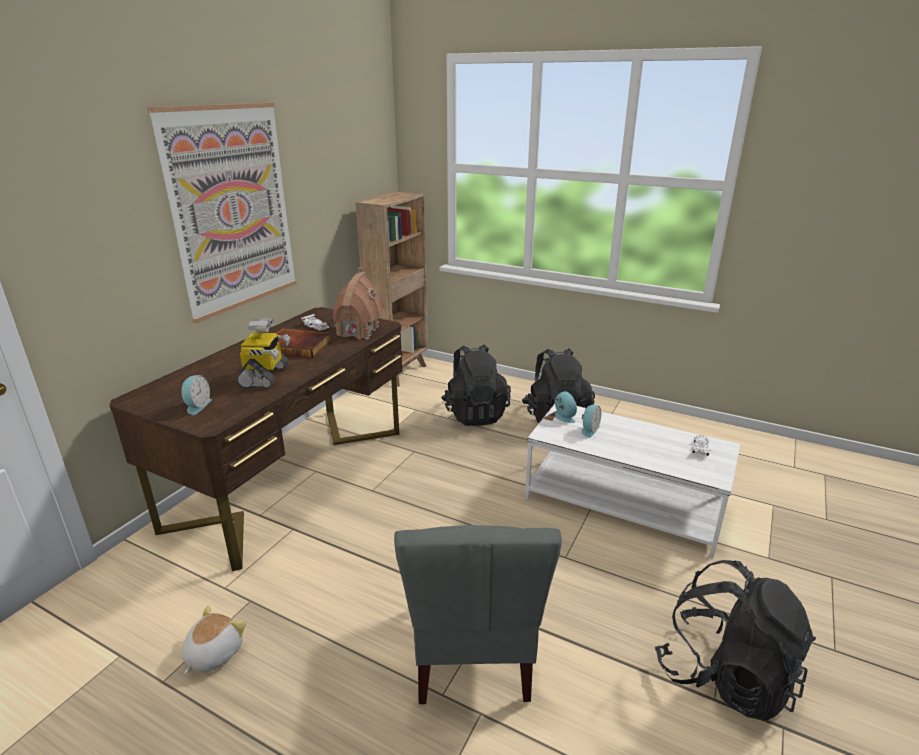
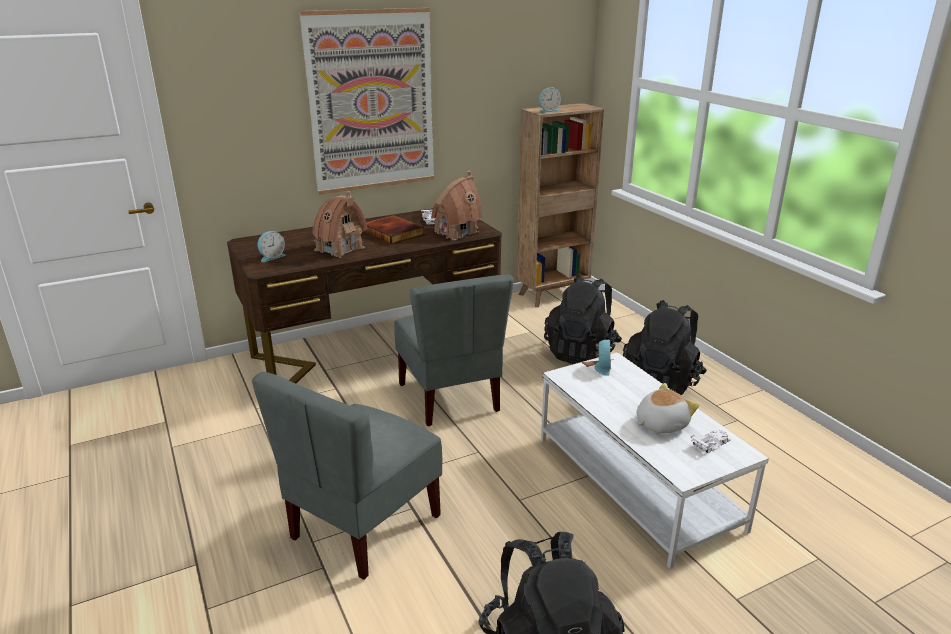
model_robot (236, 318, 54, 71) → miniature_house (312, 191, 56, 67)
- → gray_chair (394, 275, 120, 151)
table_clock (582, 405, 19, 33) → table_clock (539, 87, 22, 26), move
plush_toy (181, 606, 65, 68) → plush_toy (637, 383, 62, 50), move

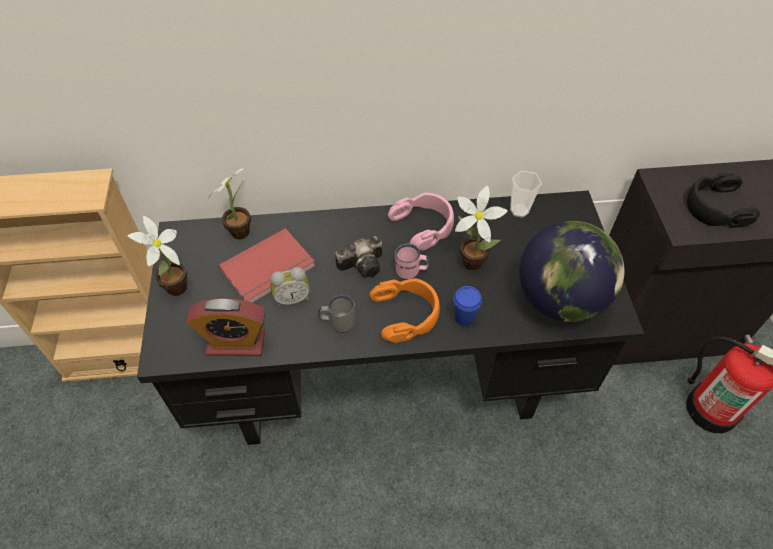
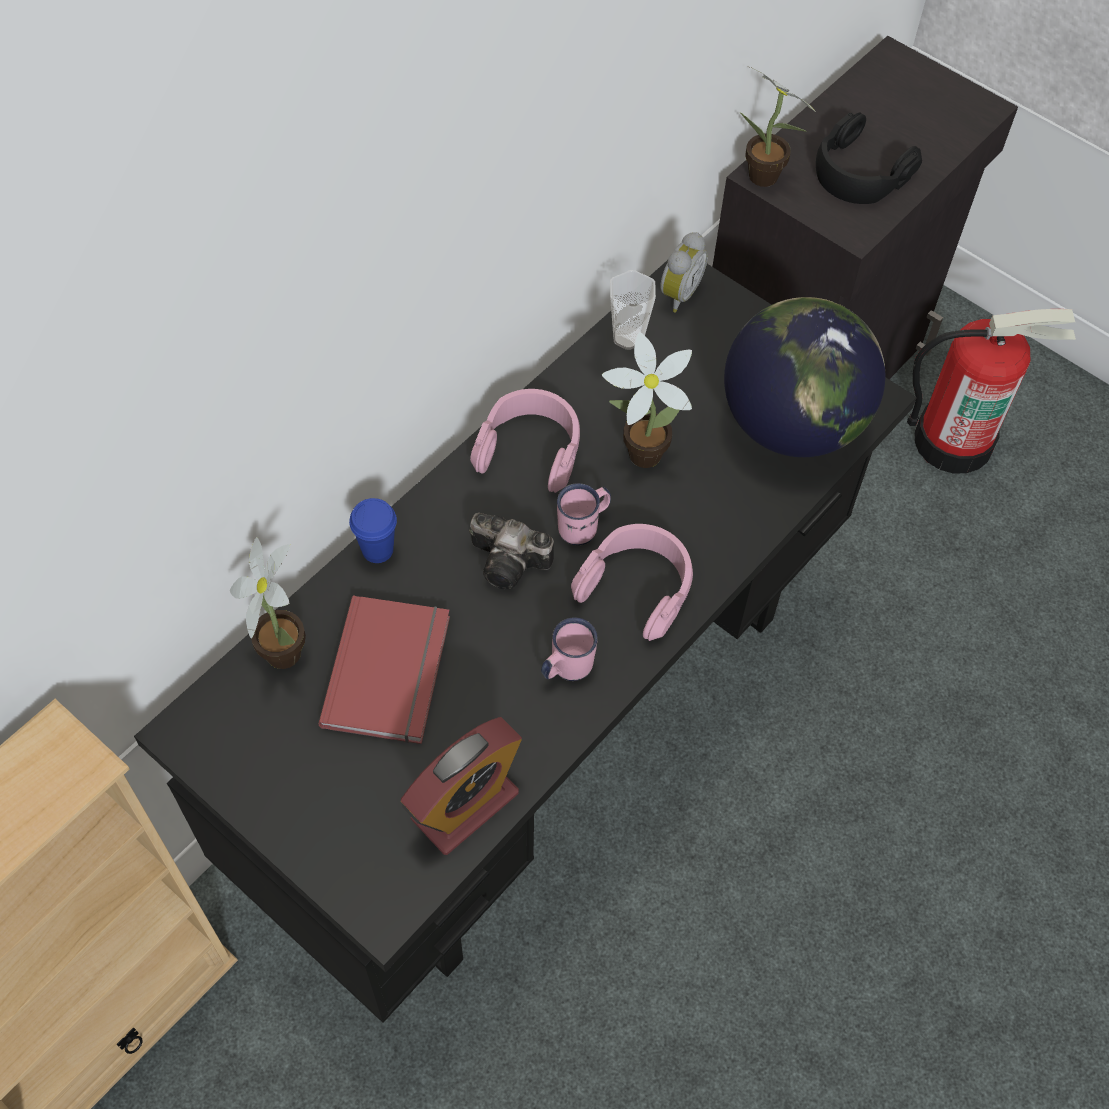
bluish_drinking_cup (453, 286, 29, 40) → bluish_drinking_cup (349, 498, 48, 65), move
still_camera (335, 235, 48, 43) → still_camera (469, 513, 85, 77), 90 degrees clockwise
gray_tea_mug (318, 295, 37, 38) → pinkish_tea_mug (541, 617, 57, 64)
orange_pair_of_headphones (370, 278, 70, 65) → pinkish_pair_of_headphones (571, 524, 122, 117)
table_clock (270, 267, 40, 40) → table_clock (660, 232, 48, 81), move
potted_plant (128, 215, 59, 81) → potted_plant (740, 66, 76, 121), move

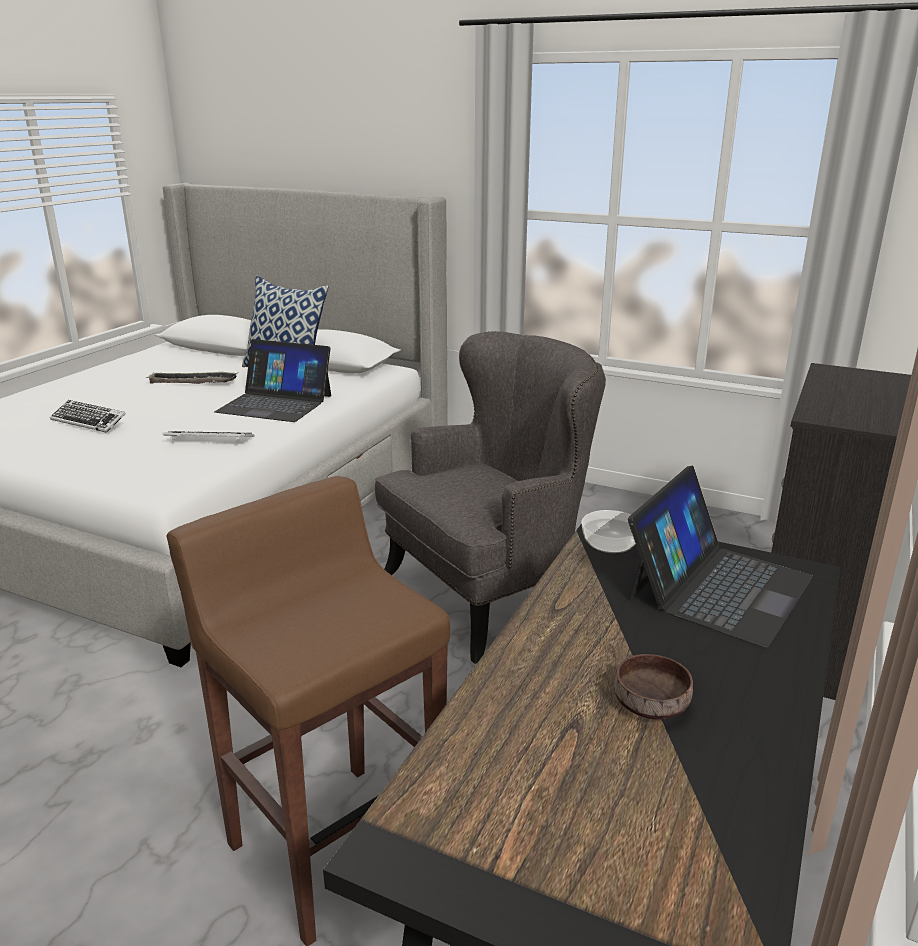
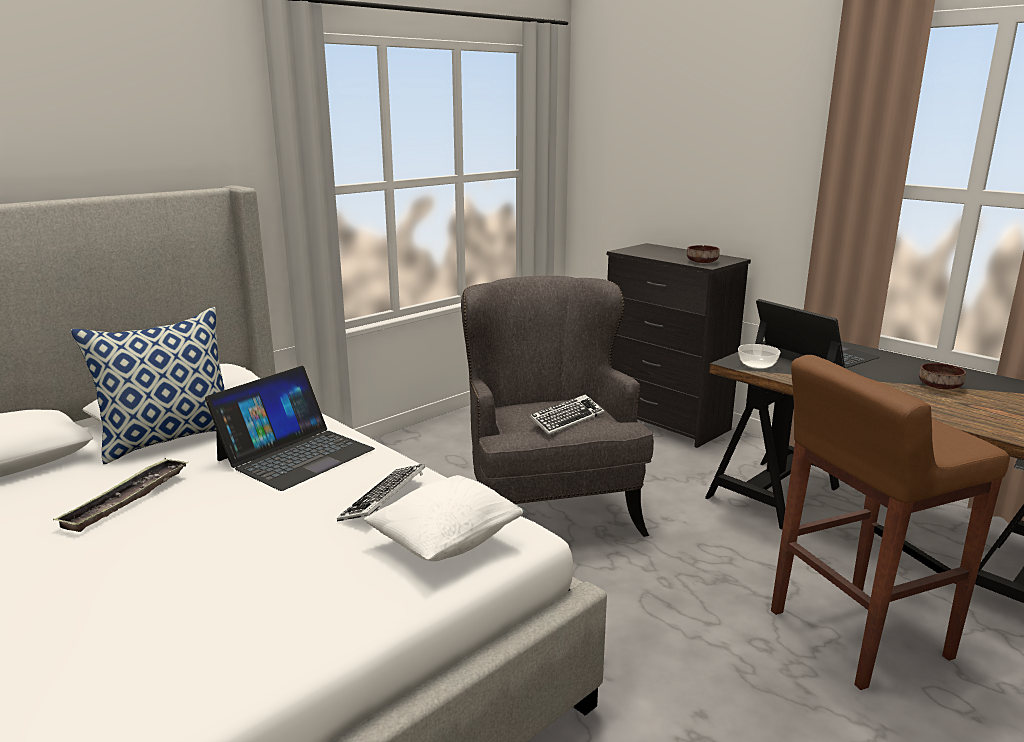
- → white_pillow (364, 475, 160, 86)
keyboard (50, 400, 76, 33) → keyboard (529, 394, 75, 41), move
- → brown-coloured_bowl (687, 245, 33, 18)

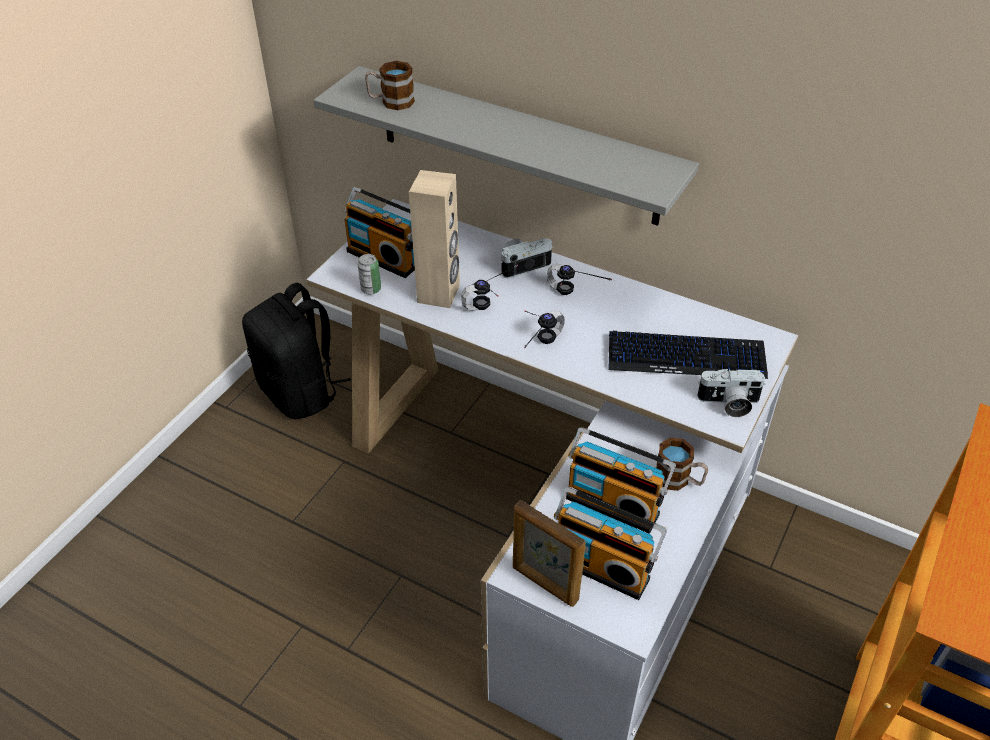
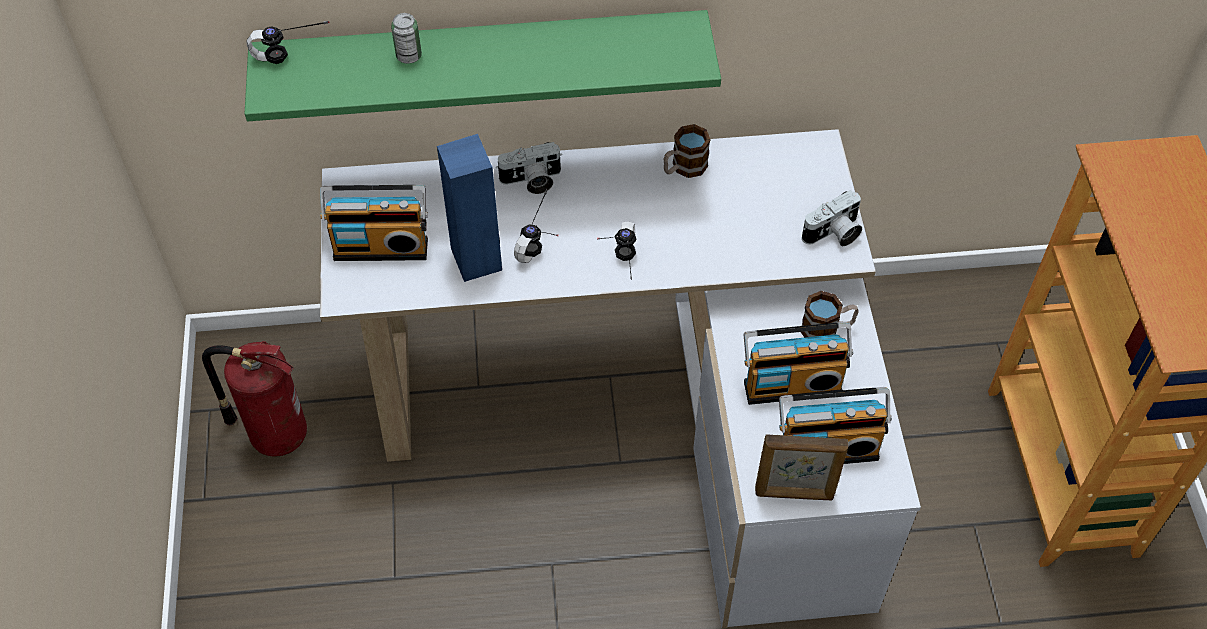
black_rucksack (242, 283, 109, 136) → extinguisher (202, 341, 105, 116)
gray_bracket_shelf (314, 66, 385, 160) → greenish_bracket_shelf (245, 10, 476, 111)
pair_of_headphones (547, 264, 65, 31) → pair_of_headphones (246, 21, 84, 43), move
can (358, 254, 23, 40) → can (391, 13, 31, 51), move
beige_speaker (409, 170, 51, 138) → bluish_speaker (437, 134, 65, 148)
still_camera (500, 238, 53, 40) → still_camera (496, 142, 66, 52), 135 degrees counterclockwise
tea_mug (365, 61, 50, 49) → tea_mug (664, 124, 47, 54), move
keyboard (608, 331, 160, 48) → -

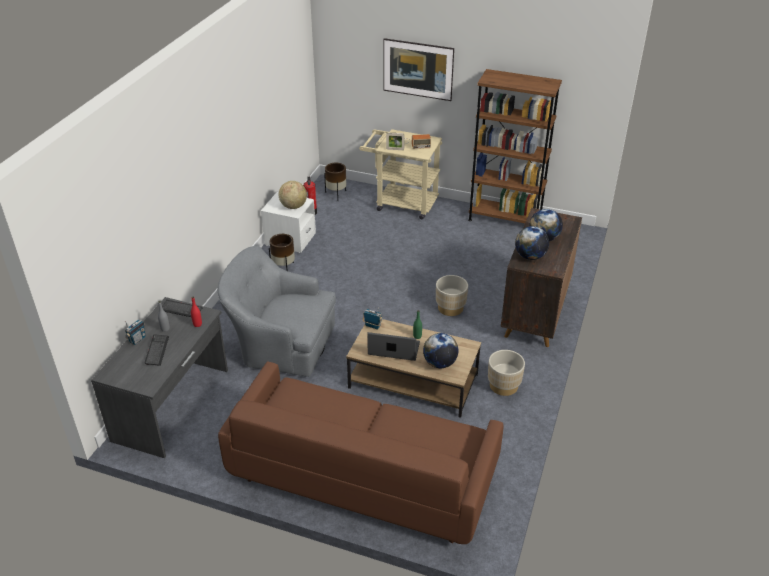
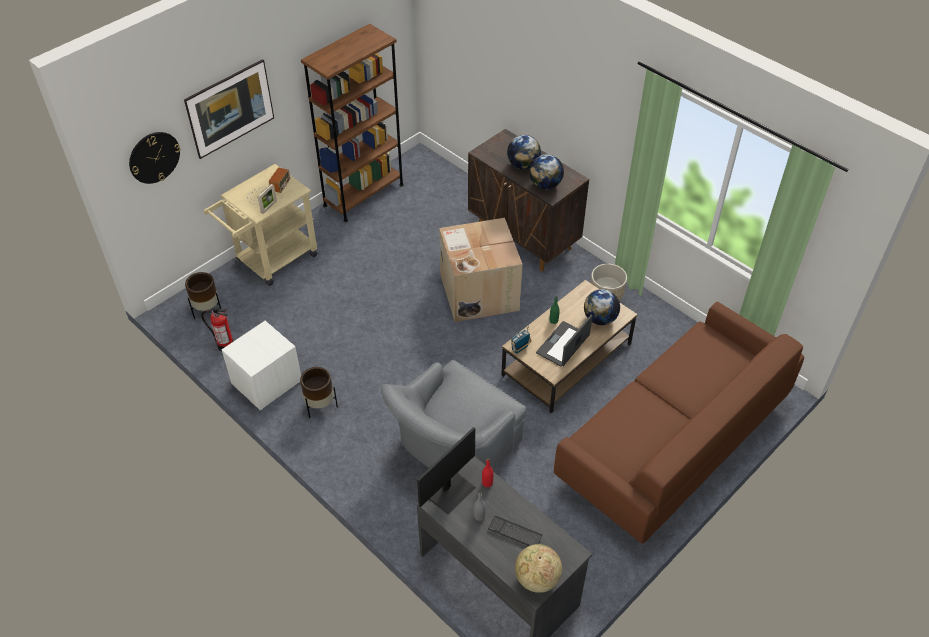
- → hanging_clock (129, 132, 52, 52)
keyboard (162, 300, 41, 17) → computer_screen (417, 427, 59, 88)
beige_planter (436, 275, 32, 41) → packing_box (439, 218, 83, 104)
desk_globe (279, 181, 28, 28) → desk_globe (515, 544, 47, 49), move
radio_receiver (124, 320, 22, 25) → -

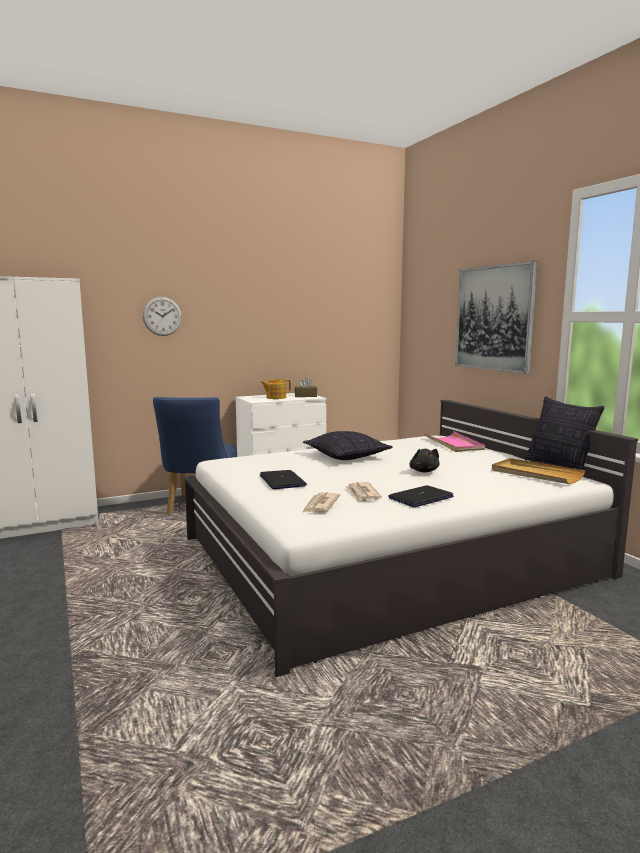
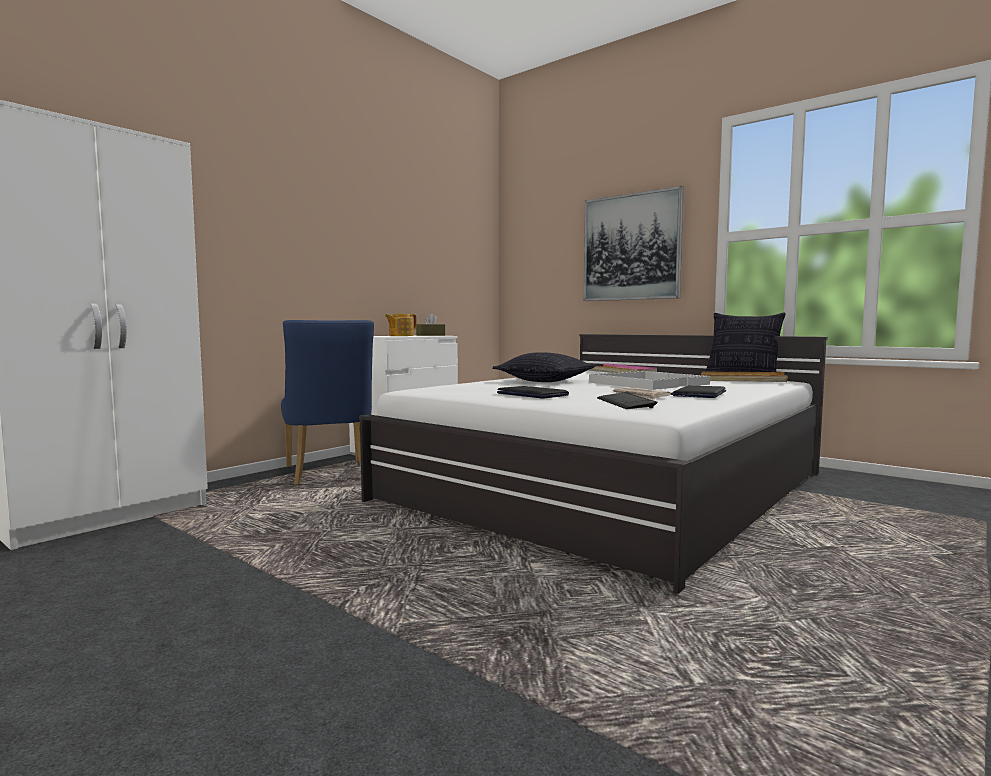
black_plush_toy (409, 449, 30, 23) → white_carrying_tray (589, 371, 121, 19)
daily_paper (303, 493, 37, 20) → keyboard (597, 392, 60, 17)
hanging_clock (143, 297, 39, 39) → -

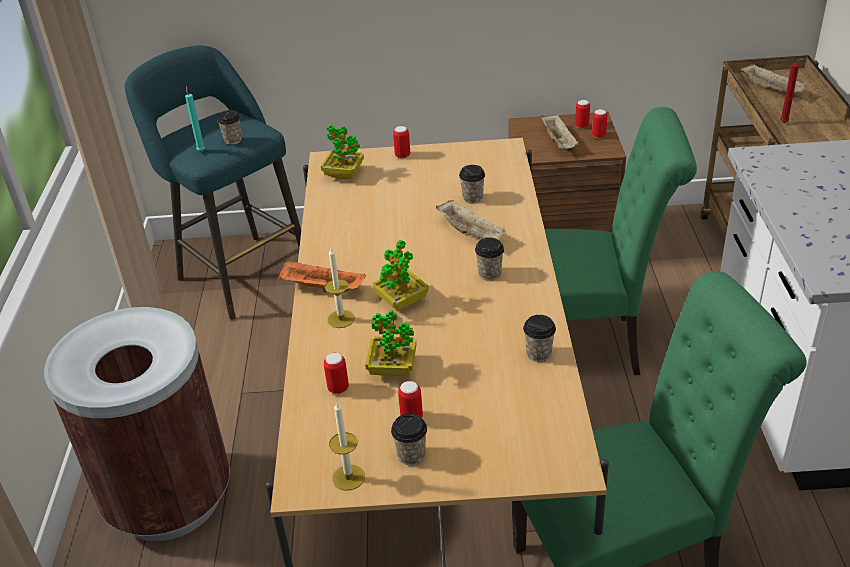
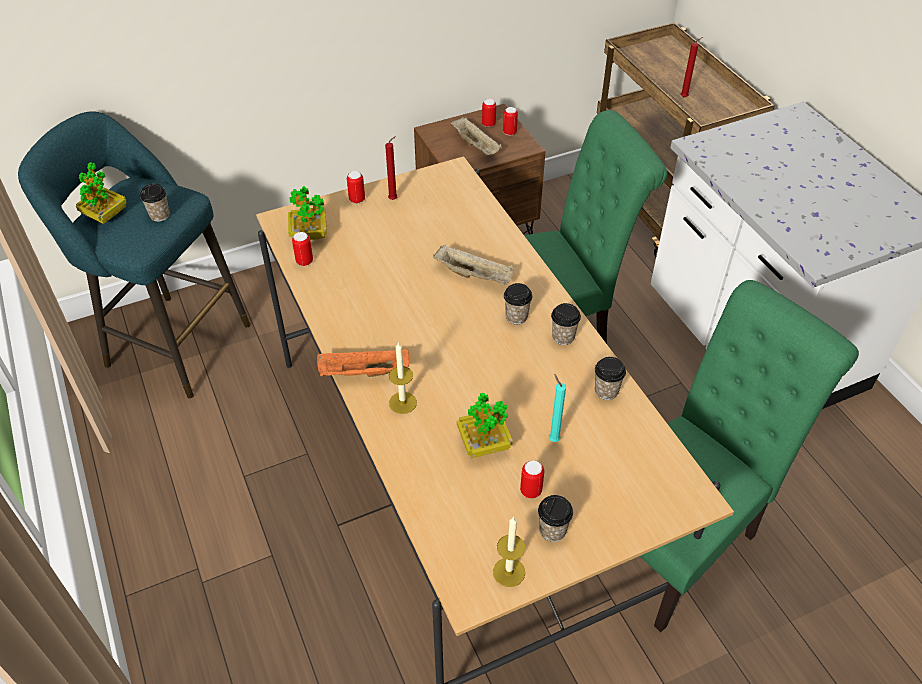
potted_plant (373, 240, 55, 71) → potted_plant (76, 162, 50, 62), move
can (324, 353, 25, 41) → can (292, 232, 21, 34), move
- → red-coloured_wax_candle (385, 136, 12, 64)
blue-green_wax_candle (185, 86, 20, 65) → blue-green_wax_candle (549, 374, 17, 68), move
drinking_cup (459, 165, 26, 39) → drinking_cup (551, 303, 30, 42), move
brown-coloured_waste_bin (44, 307, 186, 234) → -
beige_carrying_tray (741, 64, 66, 29) → -

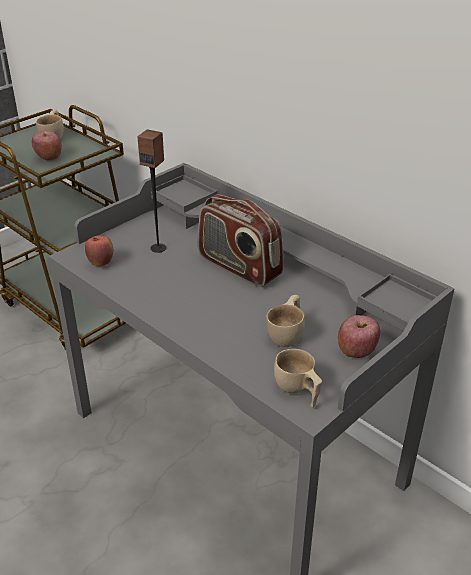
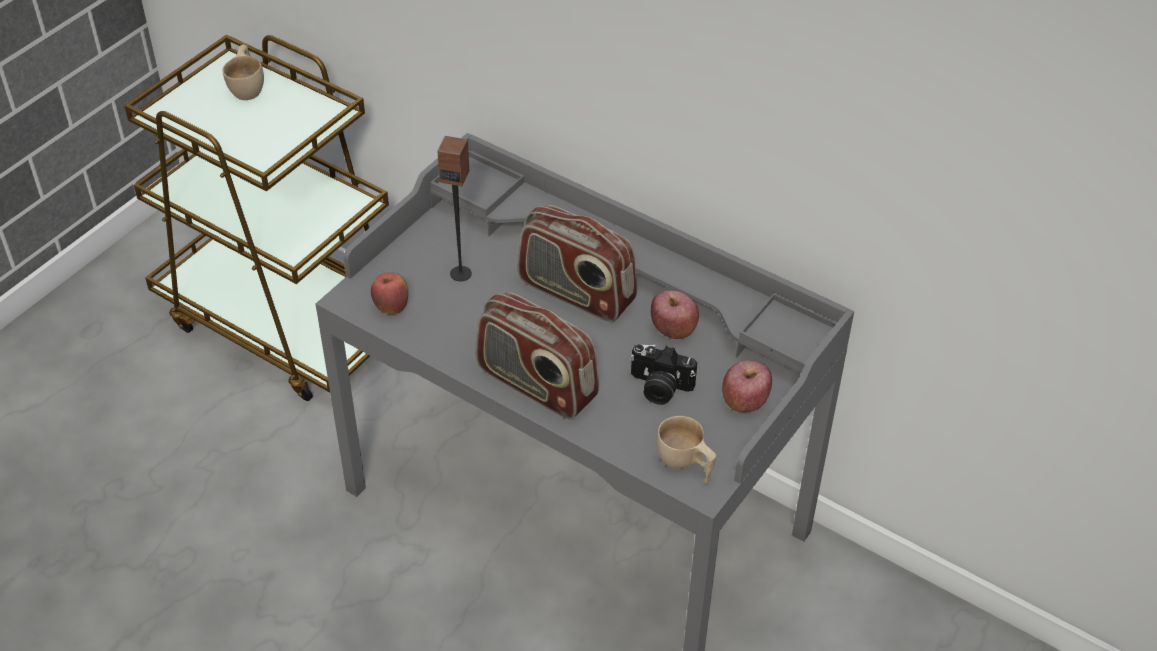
- → radio_receiver (475, 292, 124, 128)
beige_drinking_cup (266, 295, 39, 52) → still_camera (630, 344, 67, 61)
apple (32, 131, 30, 30) → apple (651, 290, 48, 49), move

